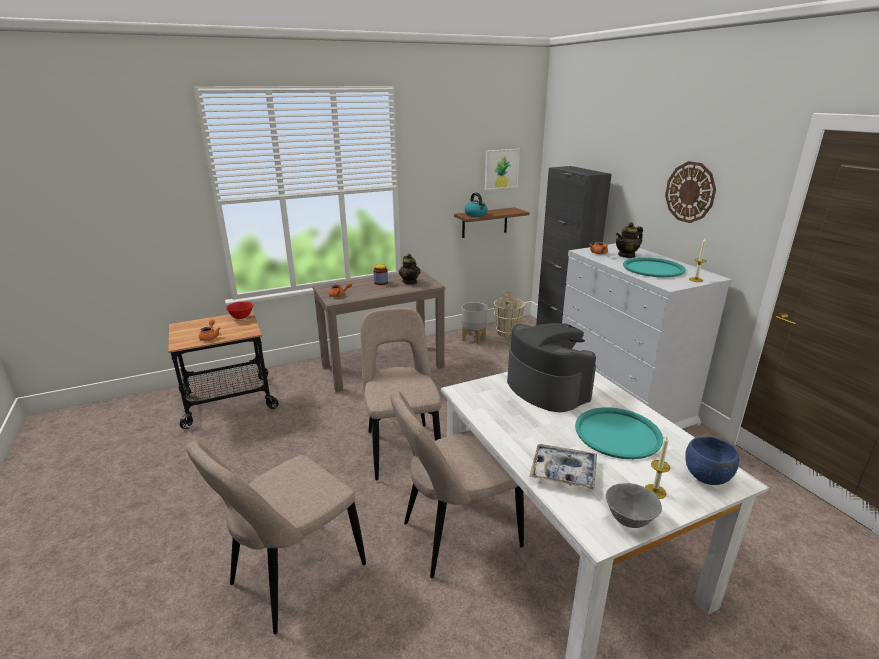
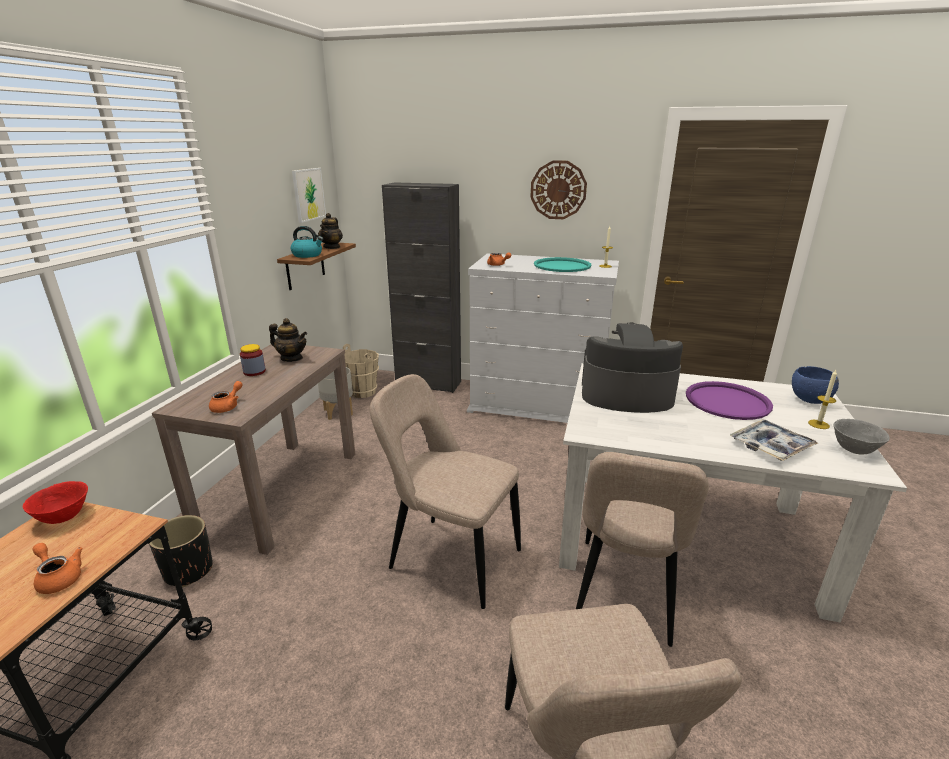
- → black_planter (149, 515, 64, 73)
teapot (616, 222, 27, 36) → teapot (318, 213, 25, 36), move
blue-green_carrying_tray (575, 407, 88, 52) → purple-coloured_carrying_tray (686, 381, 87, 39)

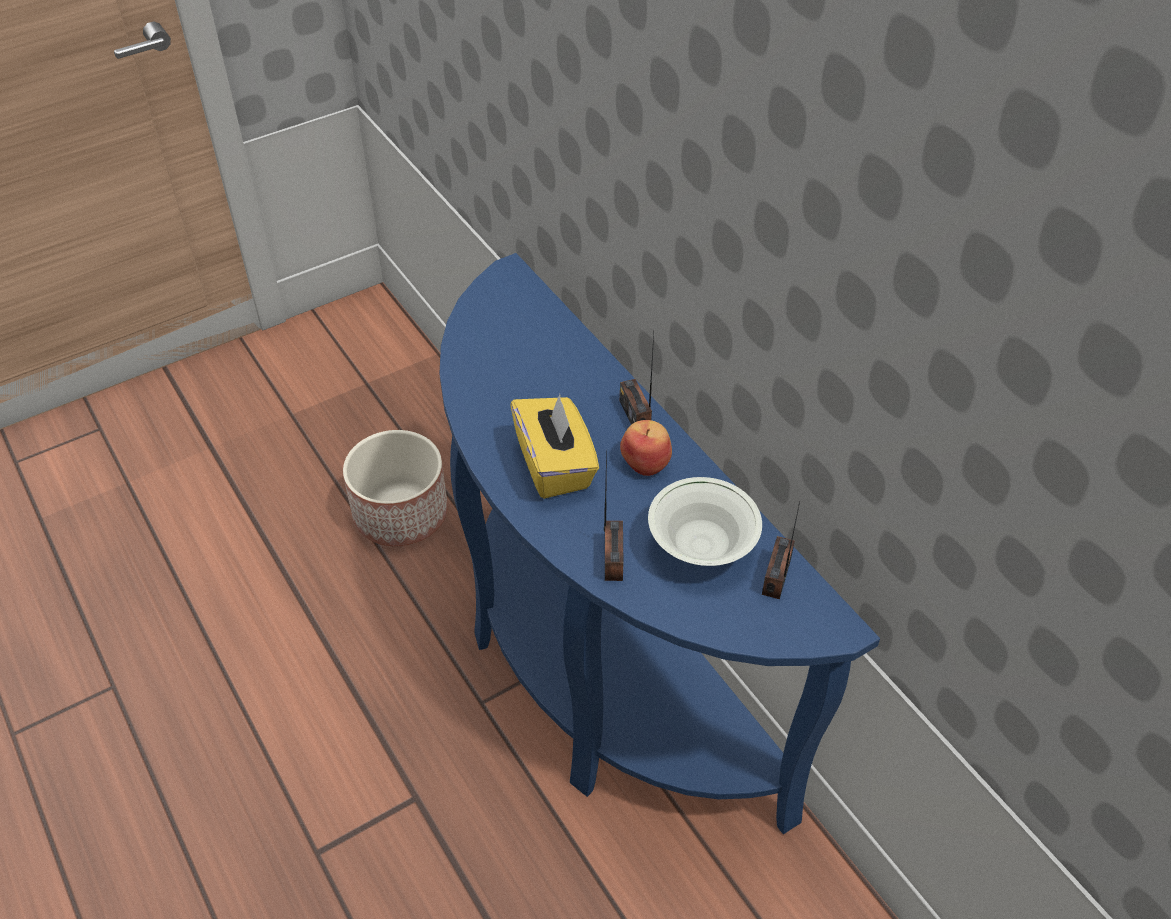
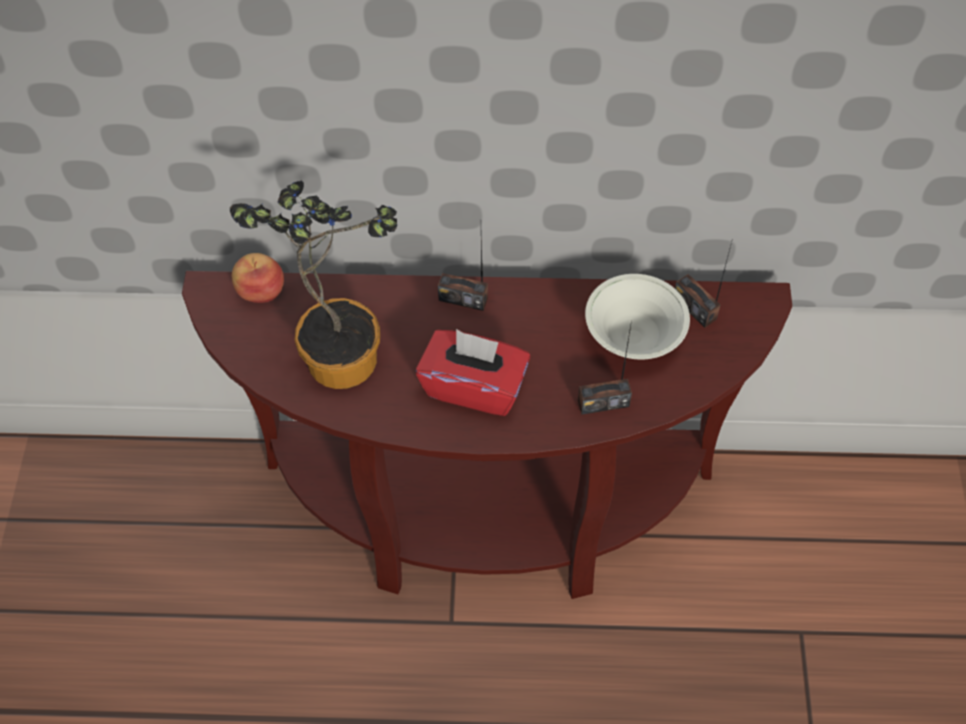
bluish_console_table (439, 253, 441, 581) → brown-coloured_console_table (182, 271, 610, 328)
- → potted_plant (230, 181, 167, 208)
apple (620, 420, 52, 56) → apple (232, 253, 52, 50), move
yellow_tissue_holder (510, 394, 89, 105) → red-coloured_tissue_holder (416, 329, 114, 87)
radio_receiver (604, 450, 19, 131) → radio_receiver (578, 320, 54, 95), 135 degrees clockwise
planter (343, 430, 105, 116) → -

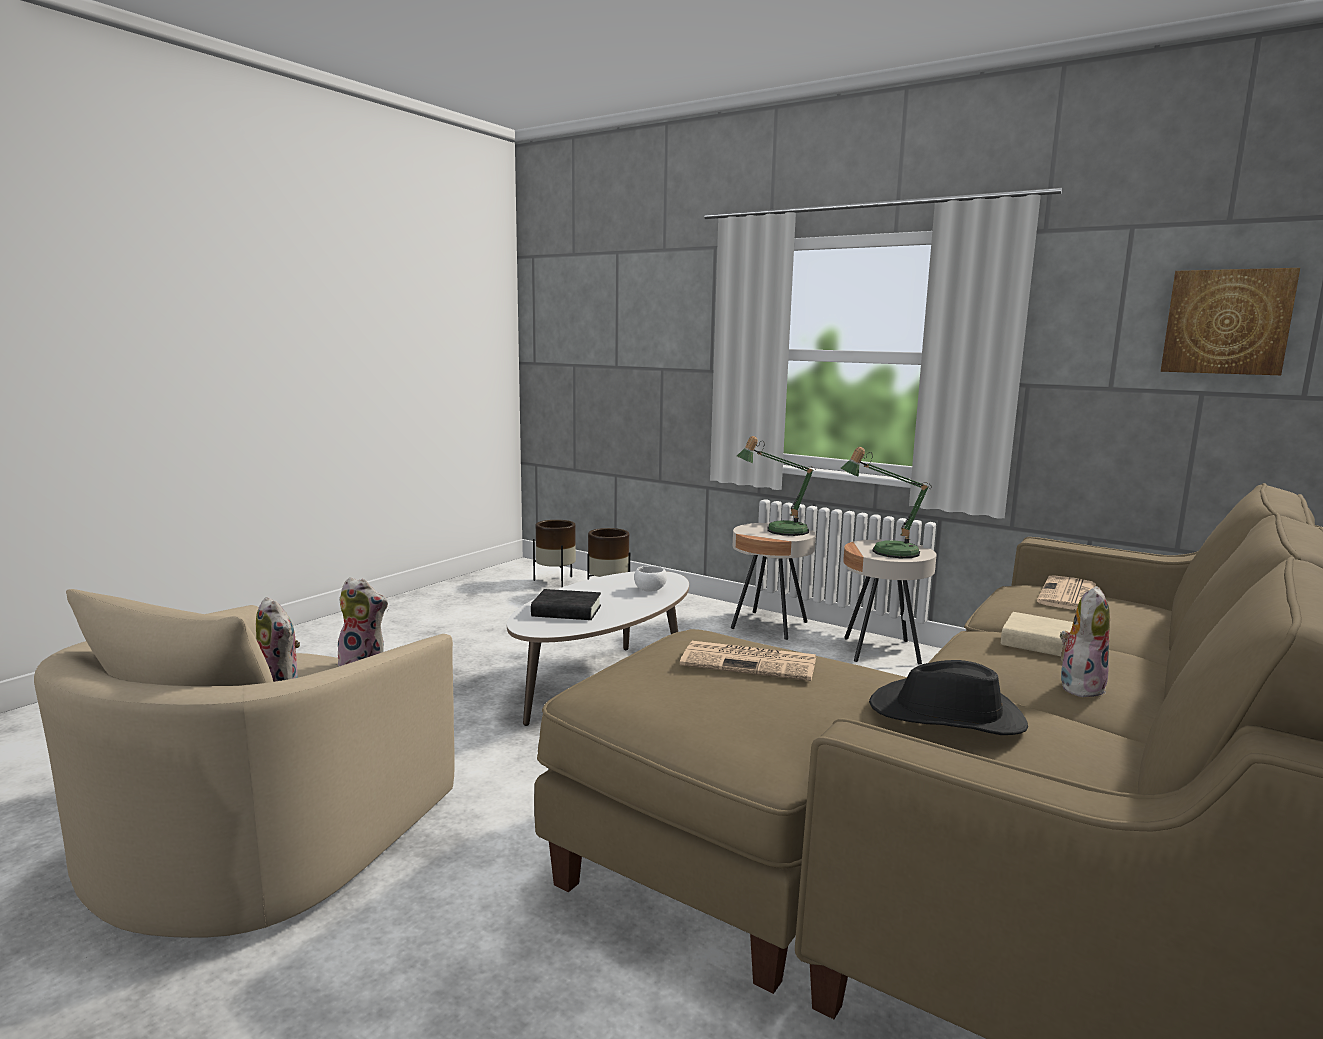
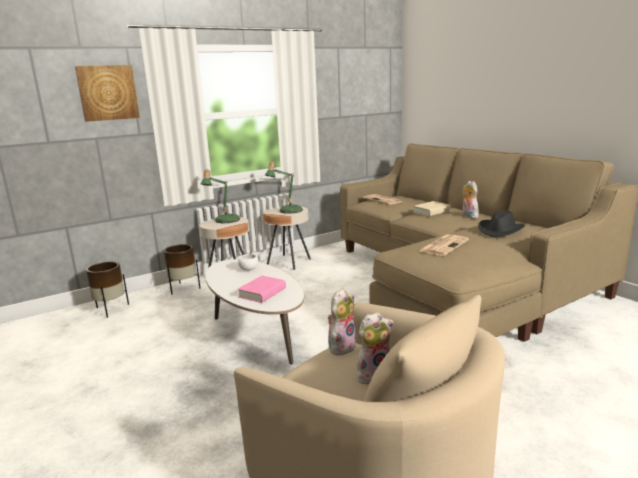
wall_art (1161, 268, 139, 107) → wall_art (75, 65, 65, 57), move
brown-coloured_planter (533, 520, 43, 68) → brown-coloured_planter (164, 244, 36, 51), move
black_bound_book (531, 589, 70, 31) → pinkish_bound_book (238, 276, 48, 27)

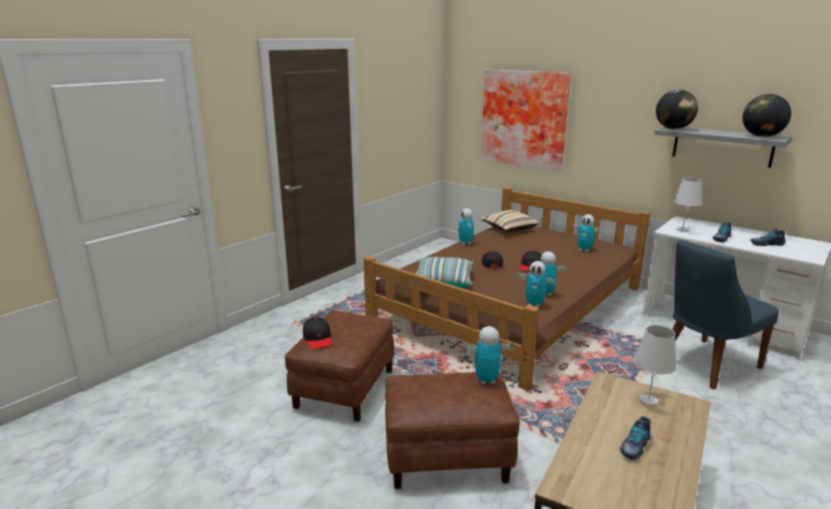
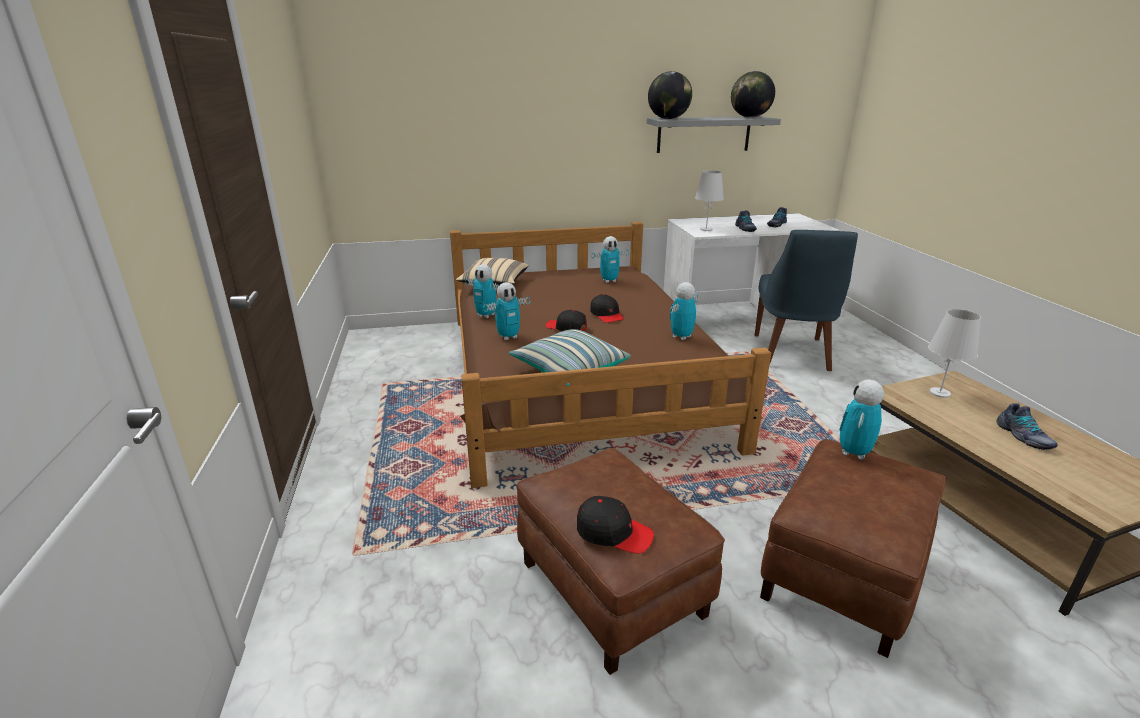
model_robot (517, 261, 41, 47) → model_robot (483, 282, 47, 58), move
wall_art (481, 69, 90, 102) → -

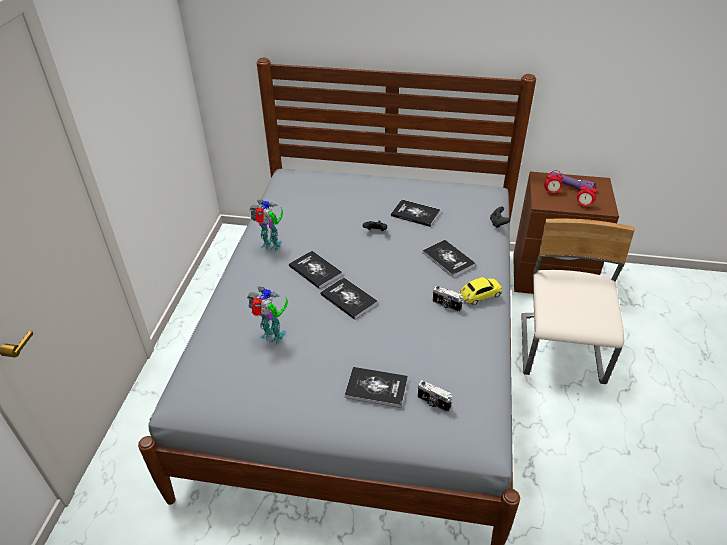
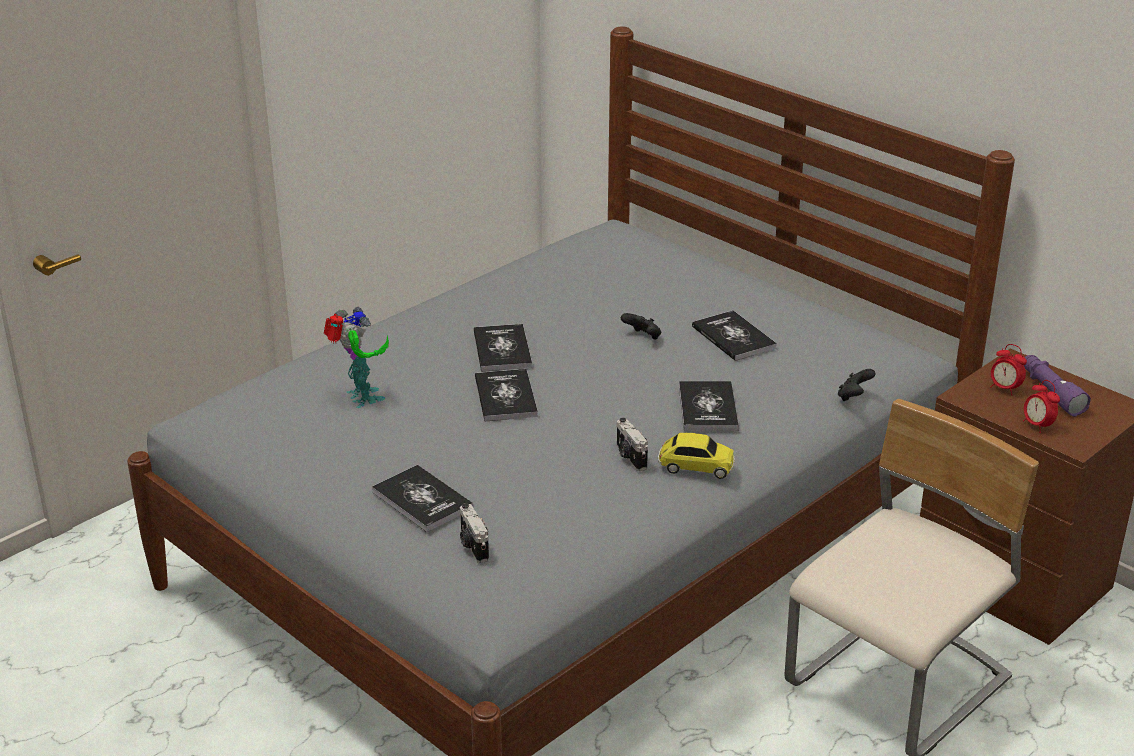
model_robot (249, 200, 34, 52) → -

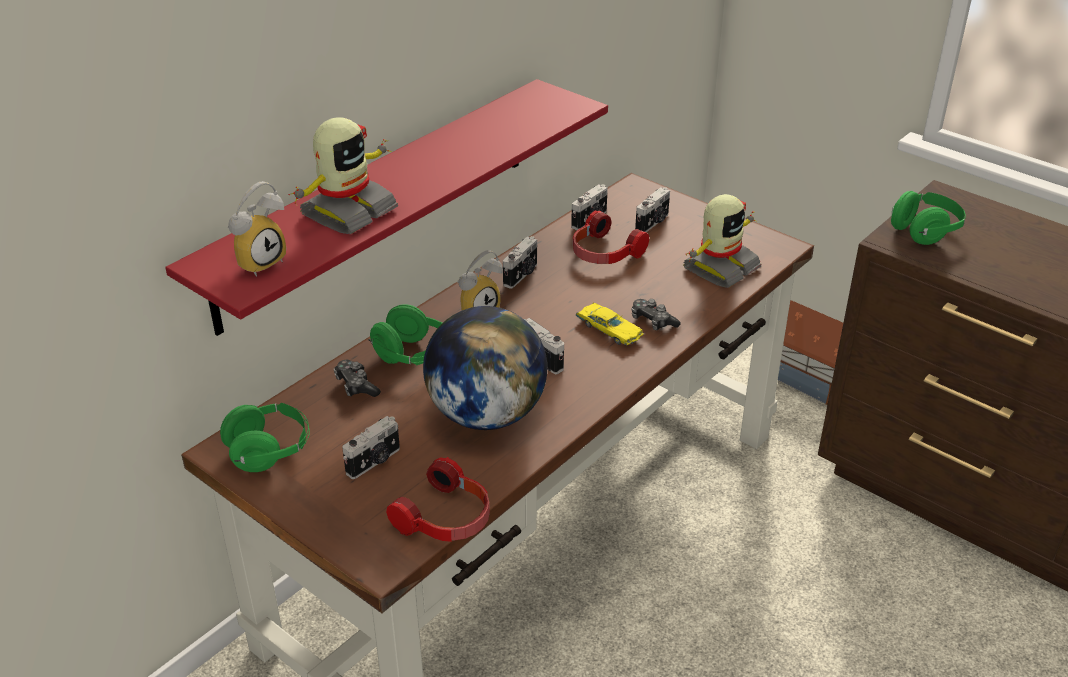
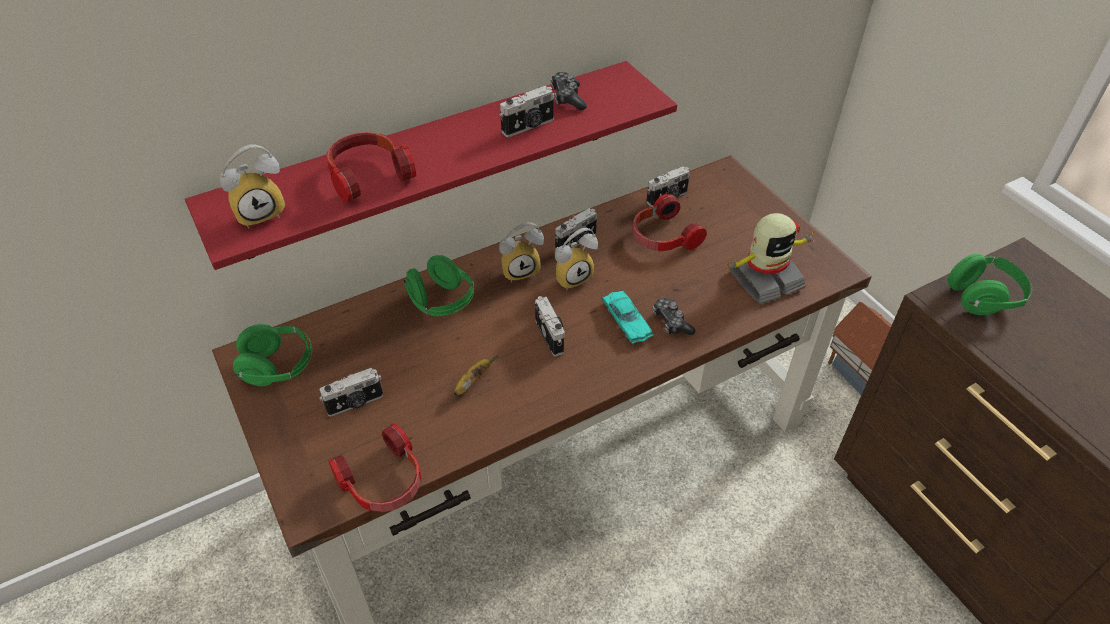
model_robot (288, 117, 110, 117) → pair_of_headphones (326, 132, 90, 70)
desk_globe (423, 306, 124, 124) → banana (454, 355, 44, 41)
still_camera (635, 187, 35, 45) → still_camera (500, 86, 55, 51), move
game_controller (334, 360, 47, 37) → game_controller (550, 72, 37, 38), move
- → table_clock (555, 228, 43, 62)
yellow_miniature_car (576, 302, 68, 44) → blue-green_miniature_car (601, 290, 52, 54)

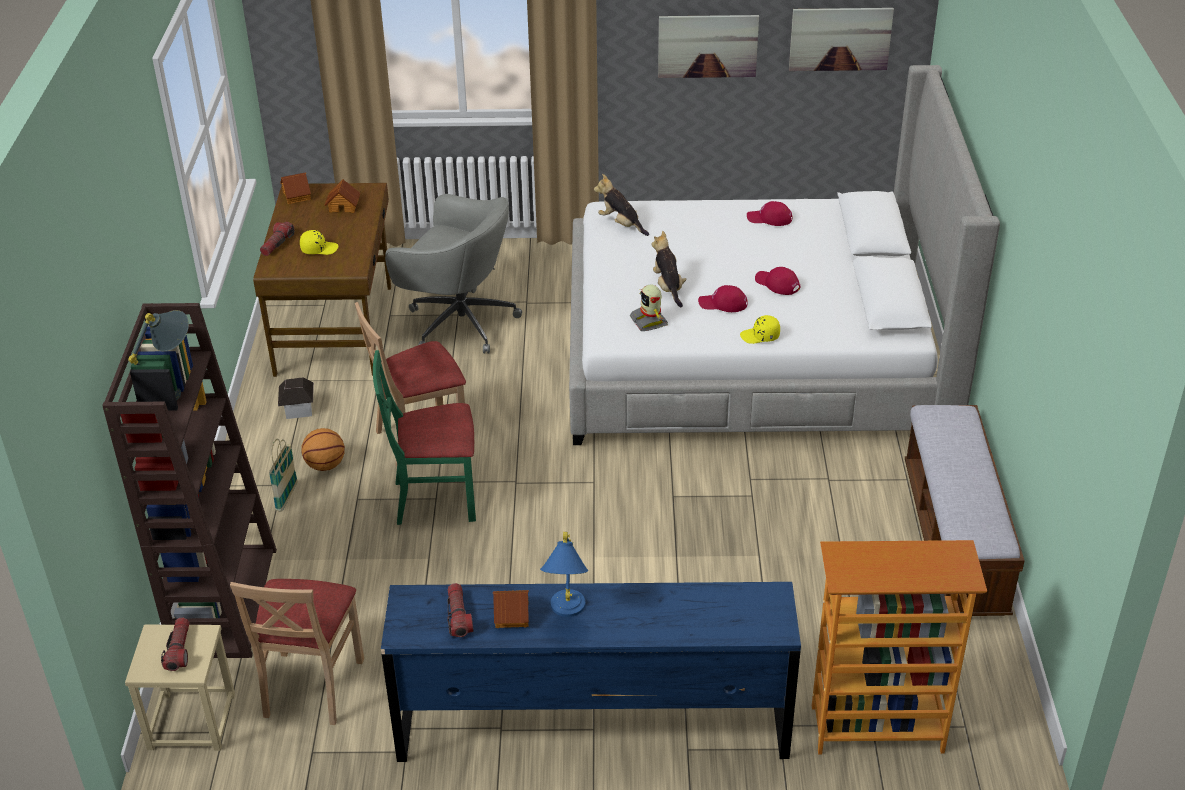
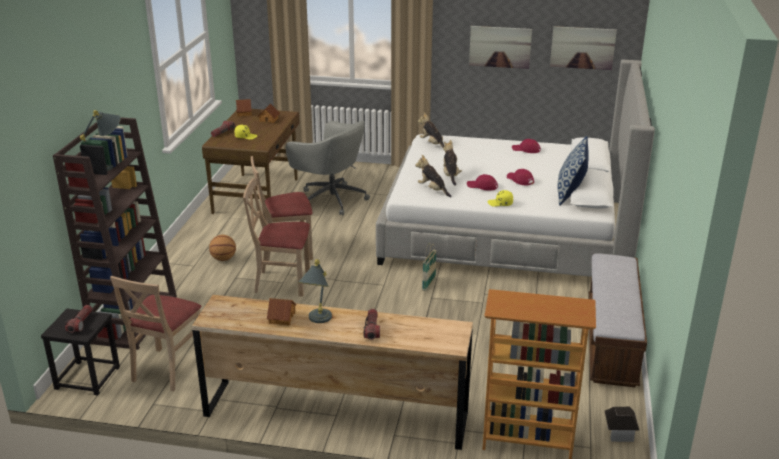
beige_stool_seat (125, 625, 110, 126) → black_stool_seat (41, 309, 79, 87)
bluish_drawer_chest (381, 582, 420, 180) → brown-coloured_drawer_chest (192, 295, 281, 155)
greenish_chair (373, 350, 103, 175) → beige_chair (243, 178, 67, 119)
bluish_table_lamp (540, 532, 48, 85) → gray_table_lamp (298, 259, 34, 64)
torch (447, 583, 26, 54) → torch (363, 309, 17, 31), move
model_robot (630, 285, 38, 46) → plush_toy (415, 155, 37, 42)
household_basket (269, 439, 29, 73) → household_basket (422, 243, 15, 48), move
- → pillow (558, 136, 31, 70)
miniature_house (278, 377, 36, 42) → miniature_house (605, 407, 34, 35), move

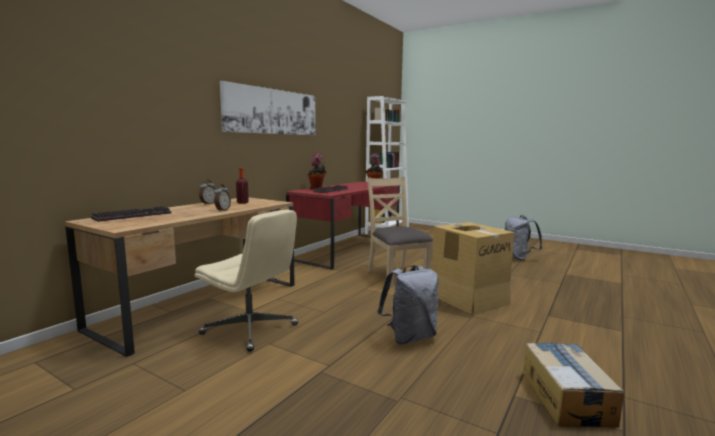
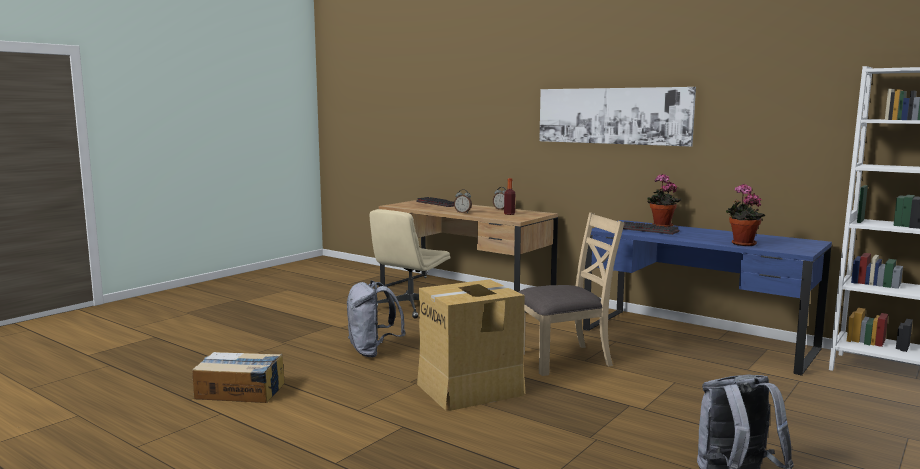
red-coloured_desk_unit (286, 181, 114, 89) → bluish_desk_unit (583, 220, 249, 156)

